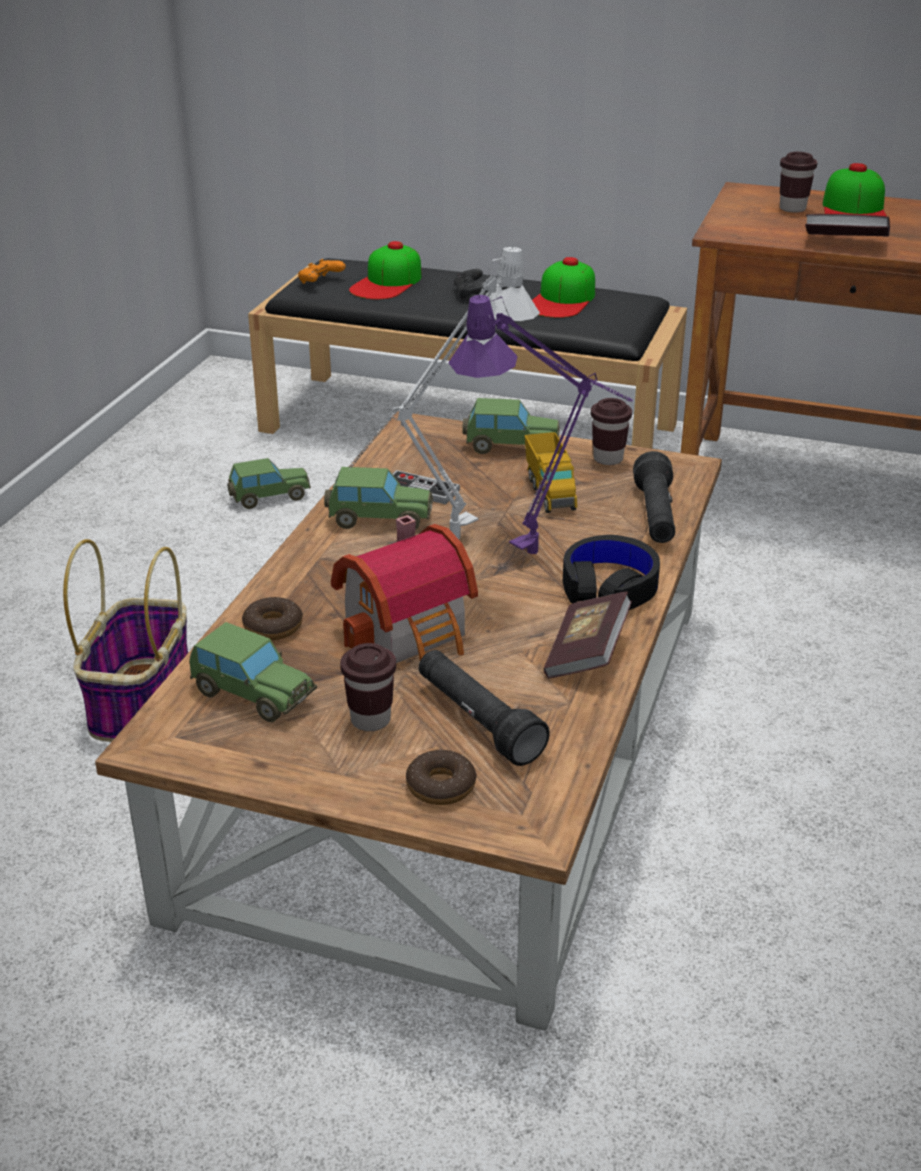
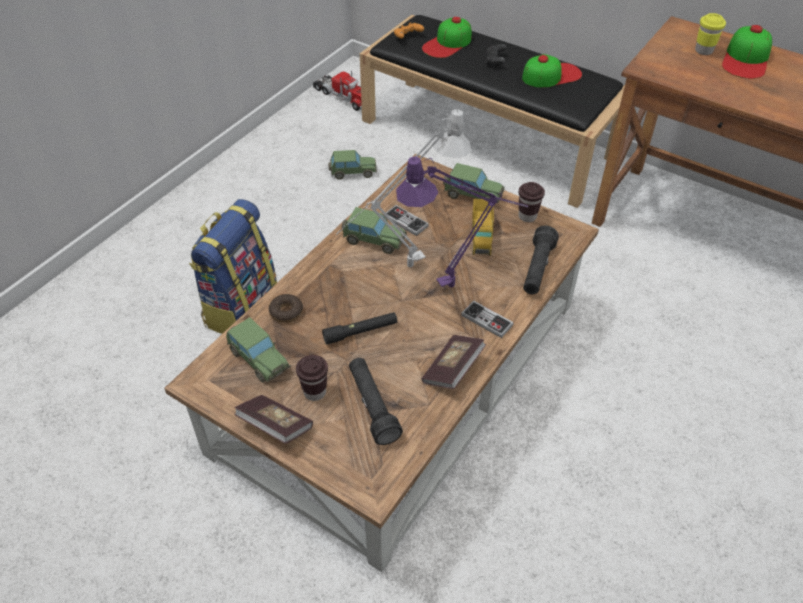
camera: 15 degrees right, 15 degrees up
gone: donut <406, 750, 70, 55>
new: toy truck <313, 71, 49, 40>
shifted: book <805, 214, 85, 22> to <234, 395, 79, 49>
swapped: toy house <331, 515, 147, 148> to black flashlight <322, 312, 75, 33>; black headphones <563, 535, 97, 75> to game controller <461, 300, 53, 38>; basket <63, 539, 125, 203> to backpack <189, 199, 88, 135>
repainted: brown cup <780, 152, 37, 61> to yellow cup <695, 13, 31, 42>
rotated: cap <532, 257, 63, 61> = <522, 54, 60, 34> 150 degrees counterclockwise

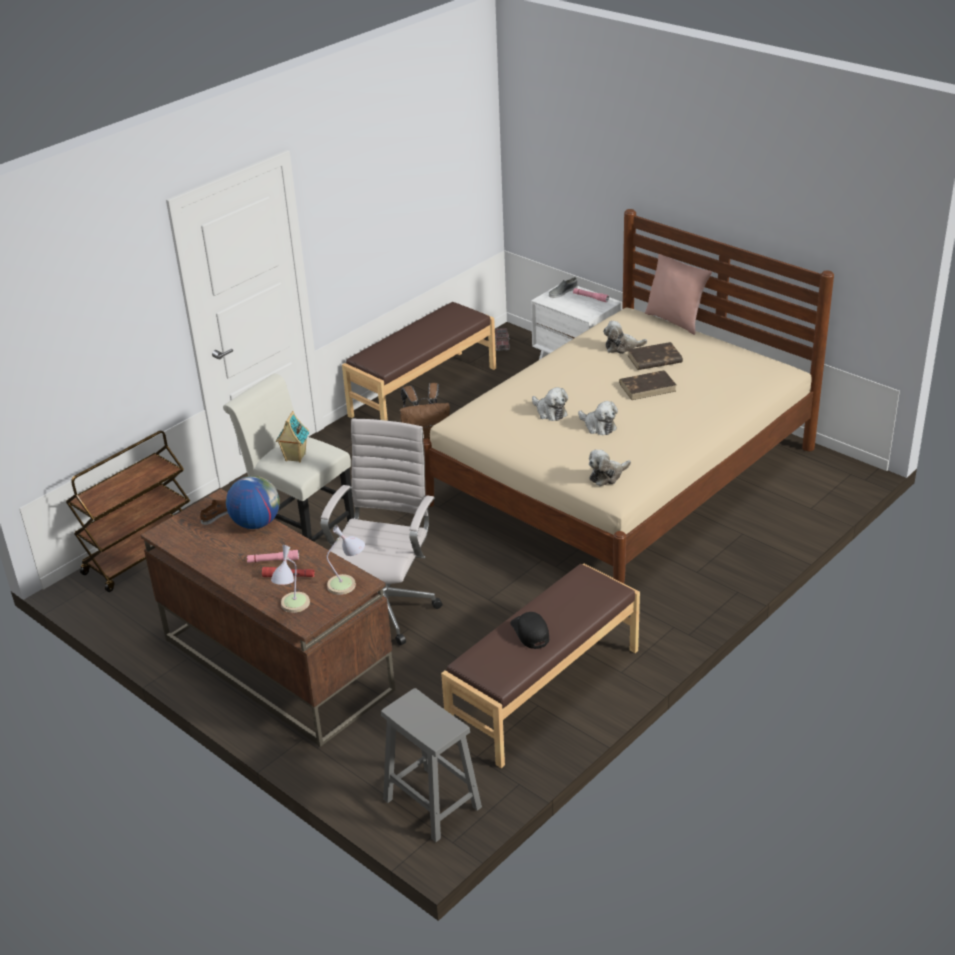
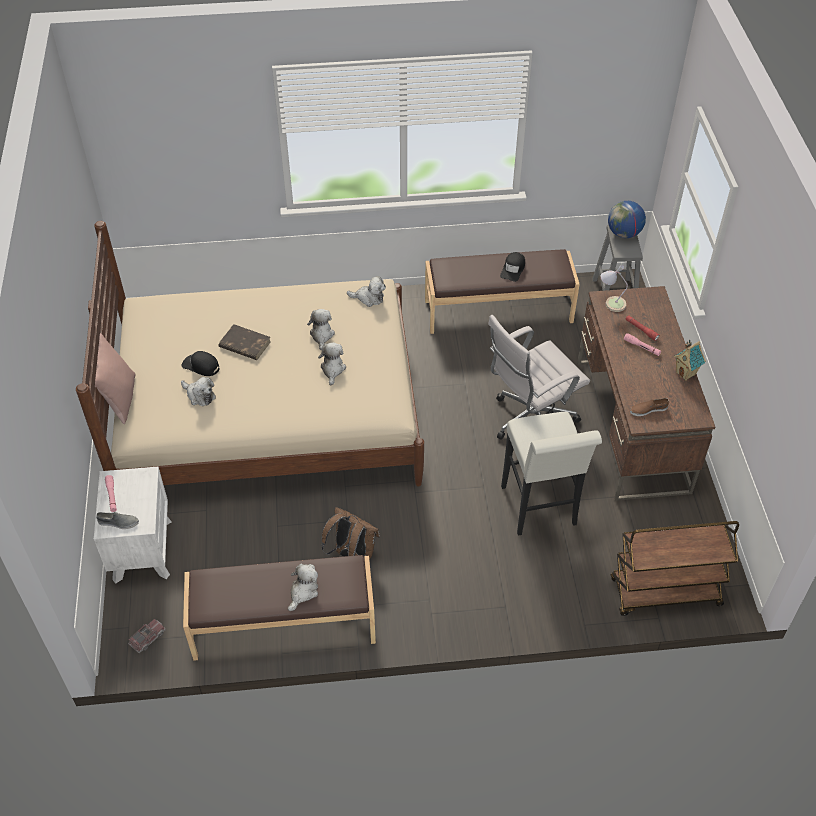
camera: 140 degrees left, 15 degrees up
gone: table lamp <271, 545, 39, 68>
new: plush toy <288, 564, 30, 47>
shifted: toy house <276, 411, 34, 52> to <674, 339, 32, 42>; globe <226, 476, 54, 53> to <608, 201, 38, 37>
swapped: brown book <628, 342, 55, 28> to black cap <182, 351, 38, 25>

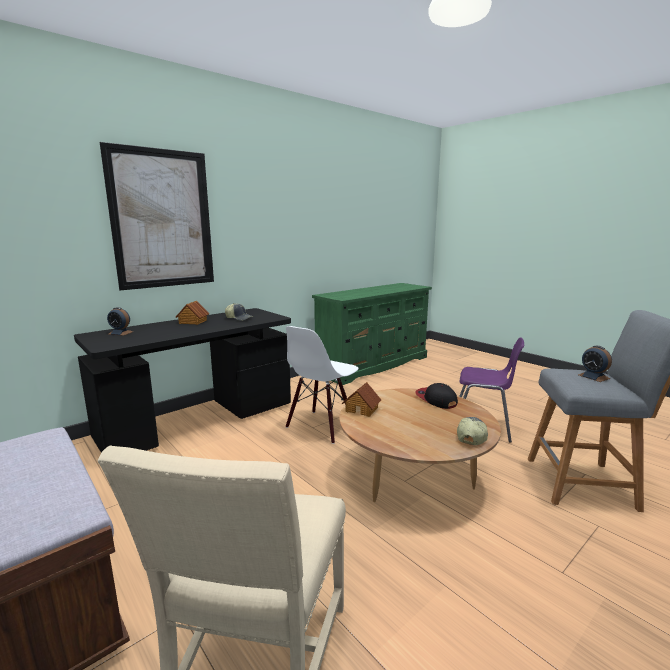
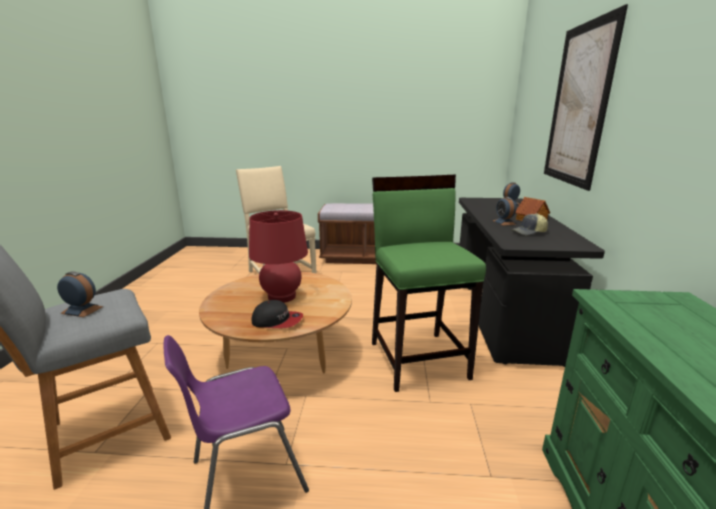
camera: 135 degrees right, 5 degrees up
gone: toy house <342, 382, 39, 35>; cap <457, 417, 31, 28>
new: alarm clock <493, 197, 23, 29>; red table lamp <249, 210, 59, 93>
swapped: white chair <286, 326, 72, 118> to green stool <372, 175, 114, 217>

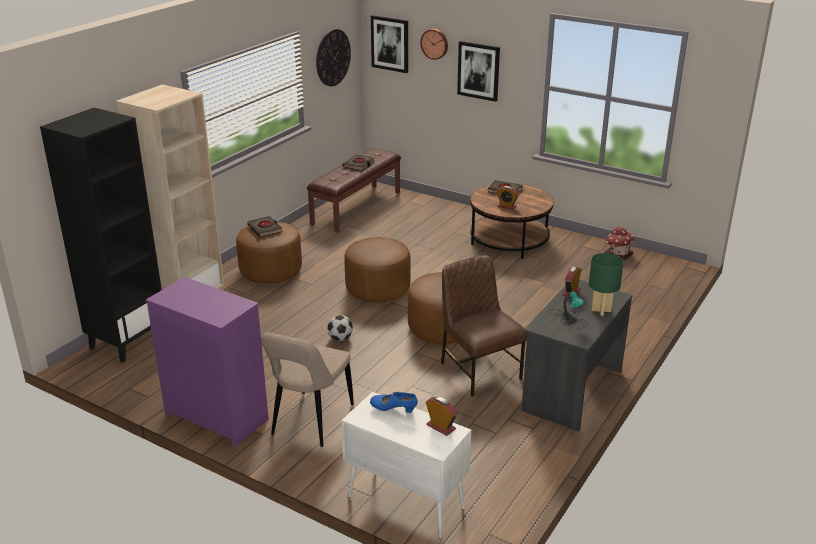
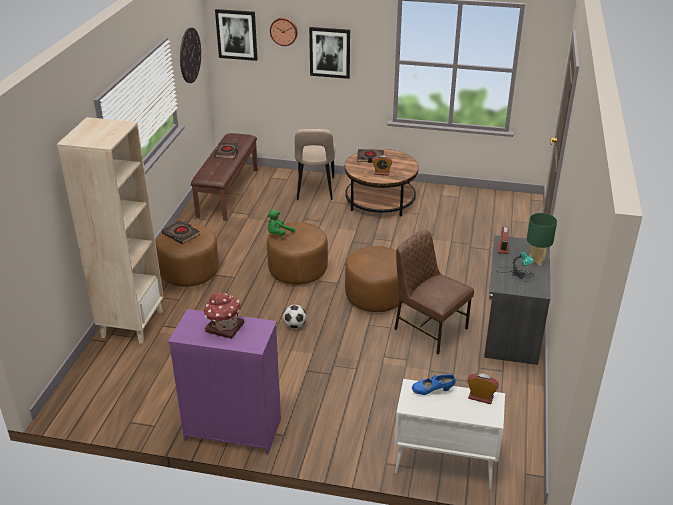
camera: 20 degrees left, 5 degrees up
gone: black bookcase <40, 107, 122, 256>
new: green plush toy <267, 210, 28, 26>
shifted: toy house <604, 227, 30, 34> to <204, 292, 40, 47>; beige chair <261, 332, 93, 115> to <295, 129, 40, 71>

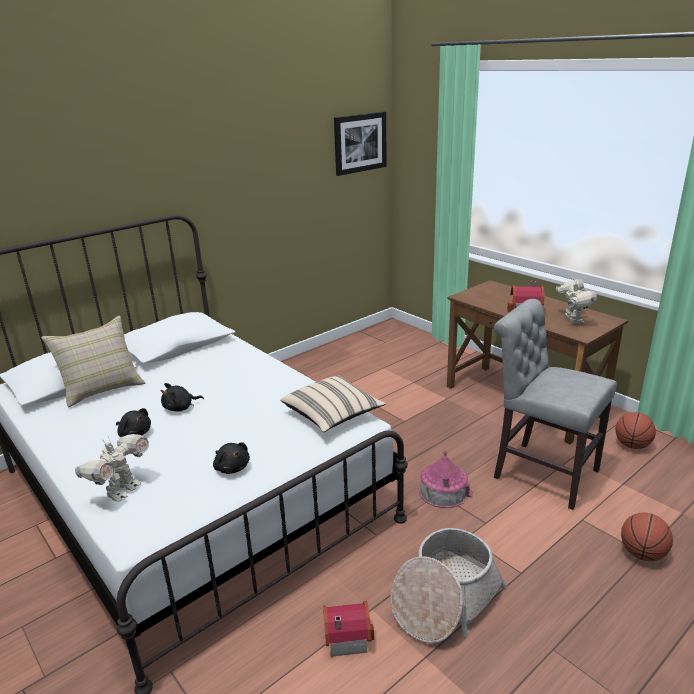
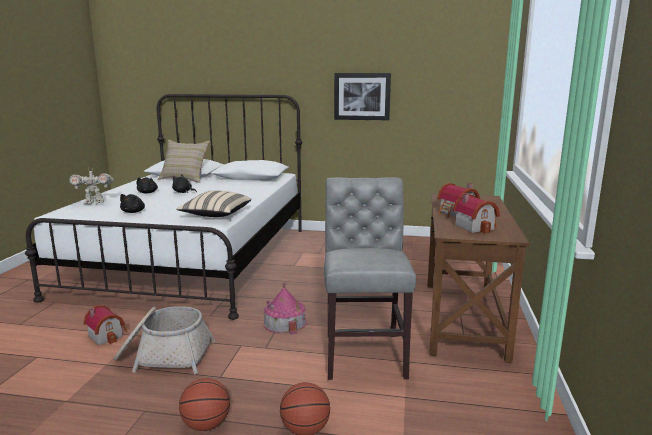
camera: 50 degrees right, 10 degrees down
shifted: picture <334, 112, 53, 64> to <334, 73, 57, 47>; basketball <615, 412, 41, 37> to <179, 378, 51, 53>
swapped: toy robot <556, 279, 41, 45> to toy house <453, 194, 47, 40>

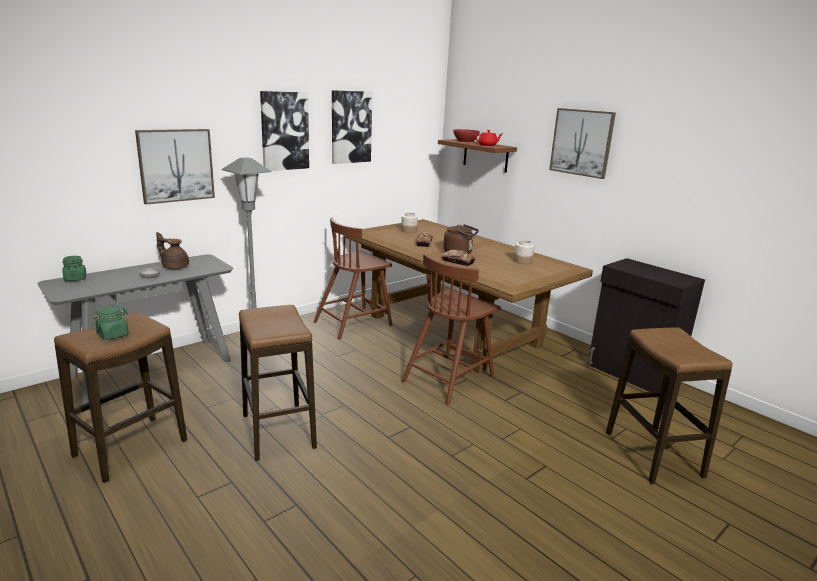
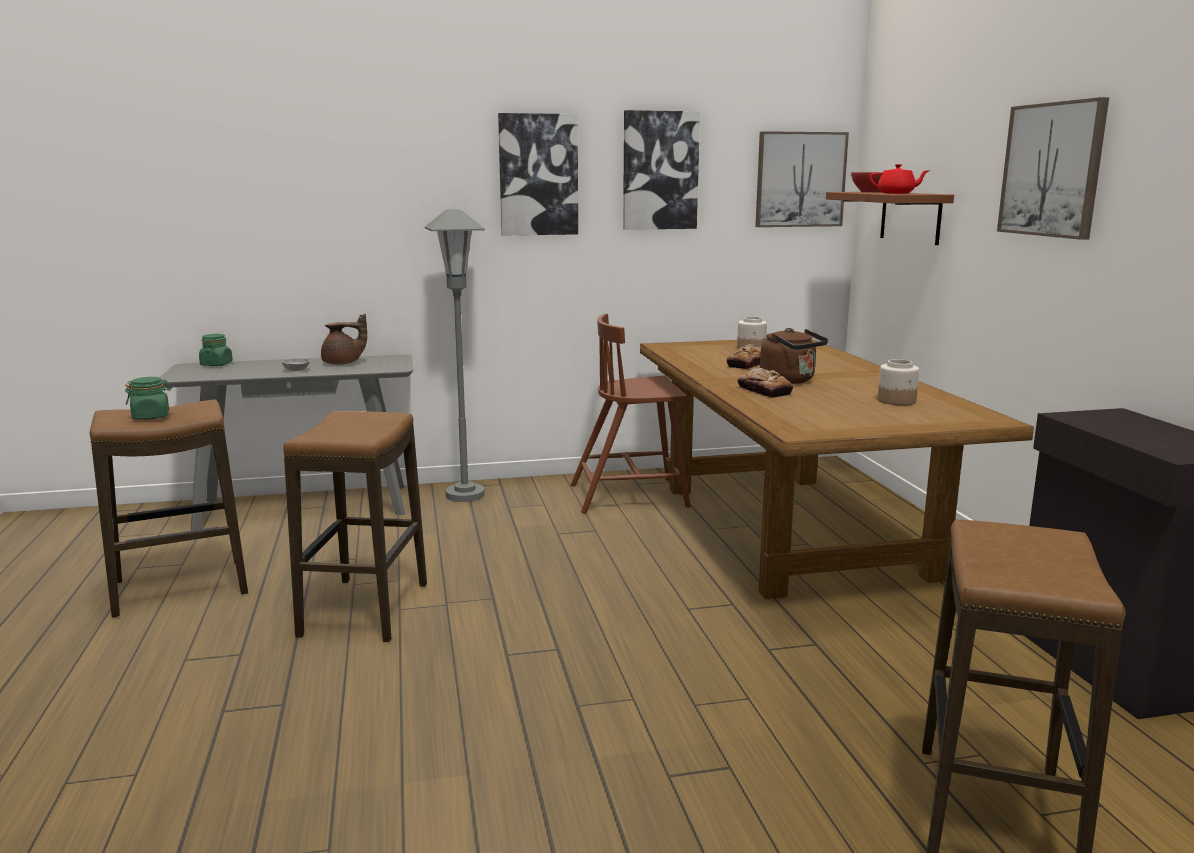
camera: 30 degrees right, 5 degrees down
gone: brown chair <402, 254, 99, 151>
shifted: picture <135, 129, 80, 76> to <755, 131, 94, 96>
rotated: brown teapot <156, 232, 33, 37> = <321, 314, 46, 50> 120 degrees clockwise

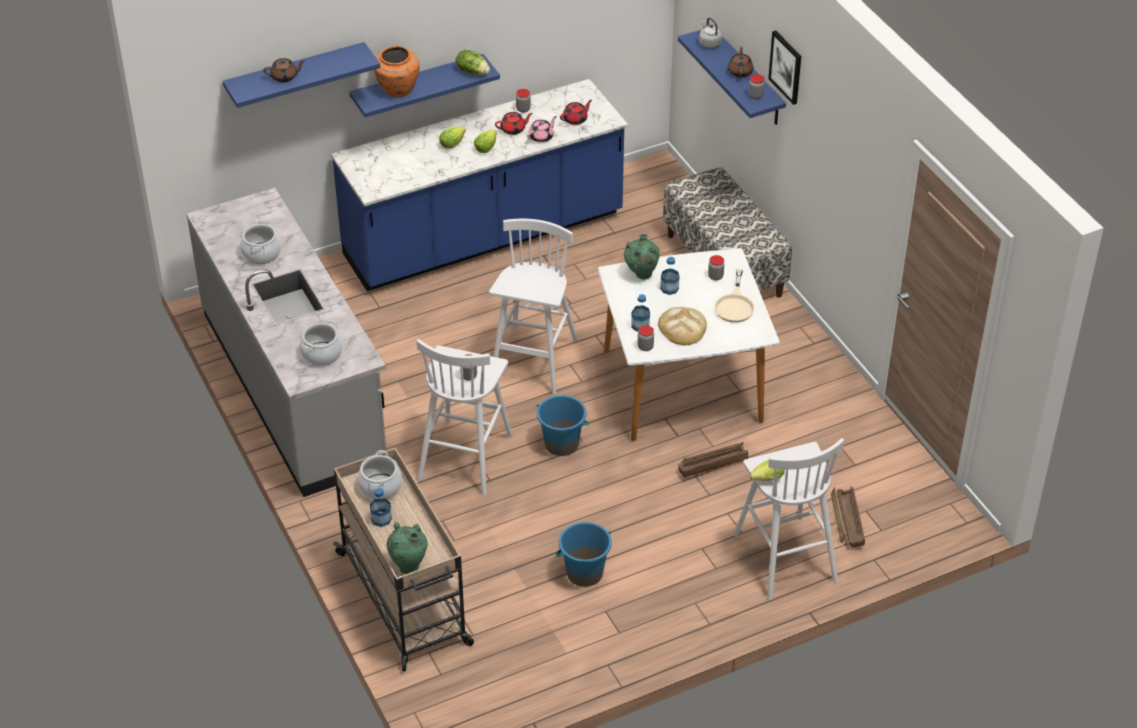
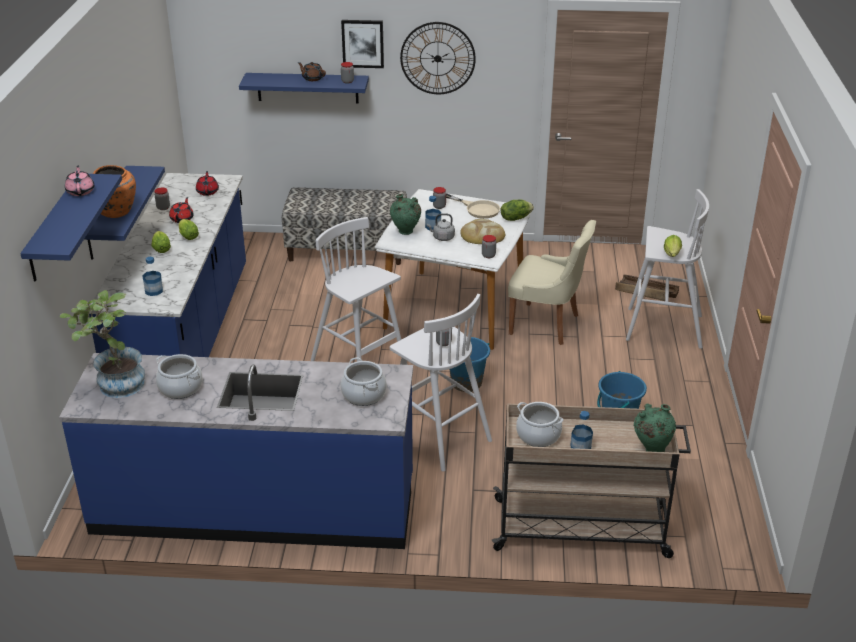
camera: 60 degrees left, 10 degrees down
gone: brown teapot <263, 58, 42, 25>
new: wall clock <400, 22, 76, 72>; potted plant <60, 290, 85, 108>
shifted: grey kettle <699, 17, 23, 31> to <427, 214, 28, 27>; lettuce <456, 50, 34, 25> to <501, 200, 33, 21>; pink teapot <527, 116, 30, 27> to <65, 166, 29, 30>; bottle <631, 294, 19, 38> to <142, 257, 21, 39>
swapped: crate <678, 442, 70, 35> to beige chair <508, 220, 88, 125>
repainted: grey counter <186, 188, 200, 309> to blue counter <59, 353, 354, 196>

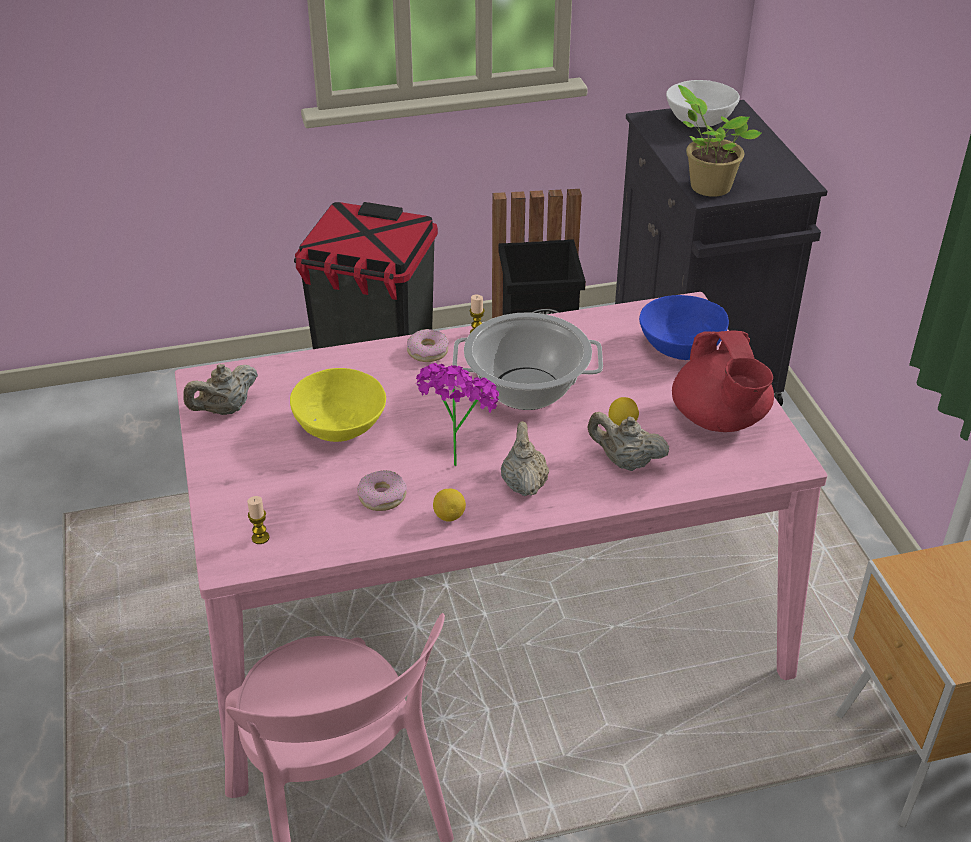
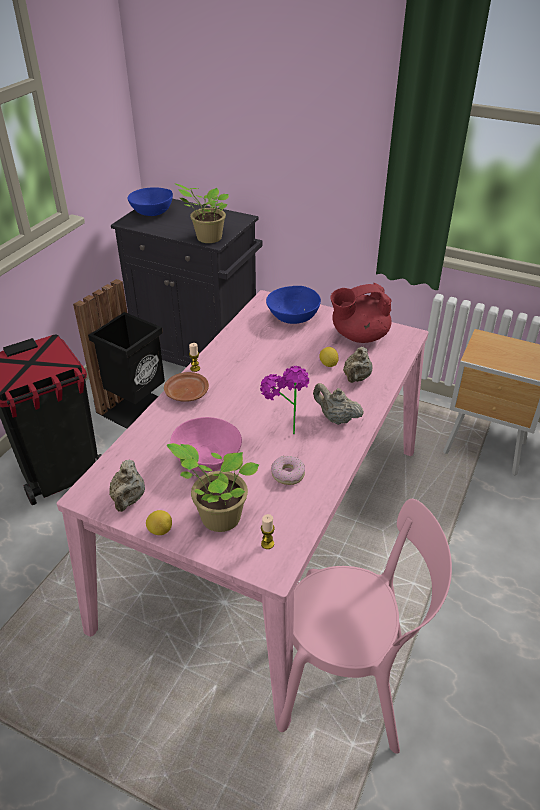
camera: 50 degrees left, 0 degrees up
gone: cooking pot <452, 312, 151, 98>
new: potted plant <167, 443, 92, 89>
shifted: lemon <433, 489, 33, 33> to <146, 510, 26, 25>
swapped: donut <407, 329, 42, 33> to brown plate <164, 372, 45, 30>
repainted: white bowl <666, 80, 74, 47> to blue bowl <127, 187, 46, 29>; yellow bowl <290, 368, 96, 74> to pink bowl <170, 417, 72, 55>
rotated: red teapot <672, 331, 102, 101> = <330, 283, 62, 60> 135 degrees clockwise; beige teapot <588, 412, 81, 59> = <343, 347, 30, 36> 45 degrees counterclockwise

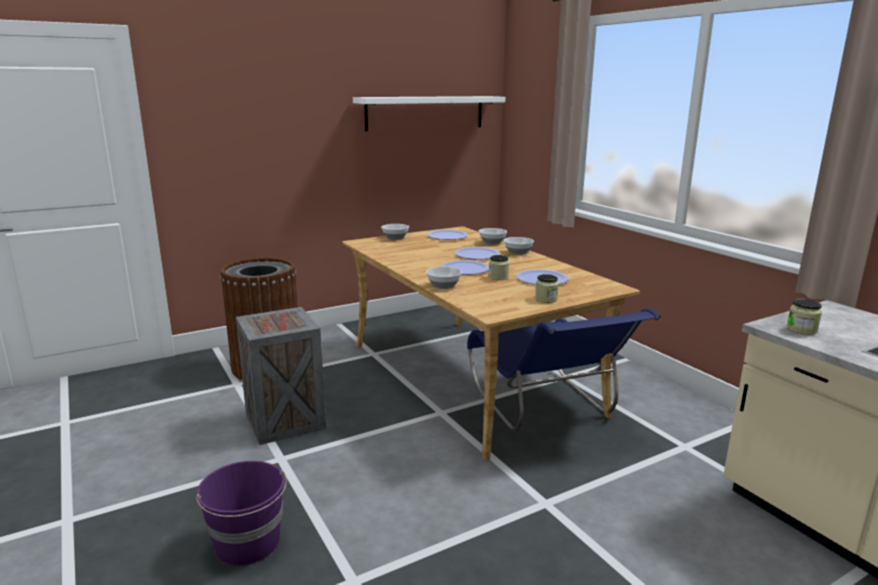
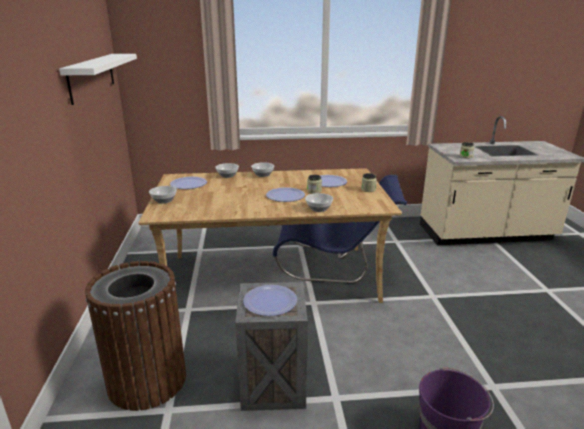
camera: 65 degrees left, 5 degrees up
shifted: plate <454, 247, 46, 13> to <243, 285, 54, 31>

